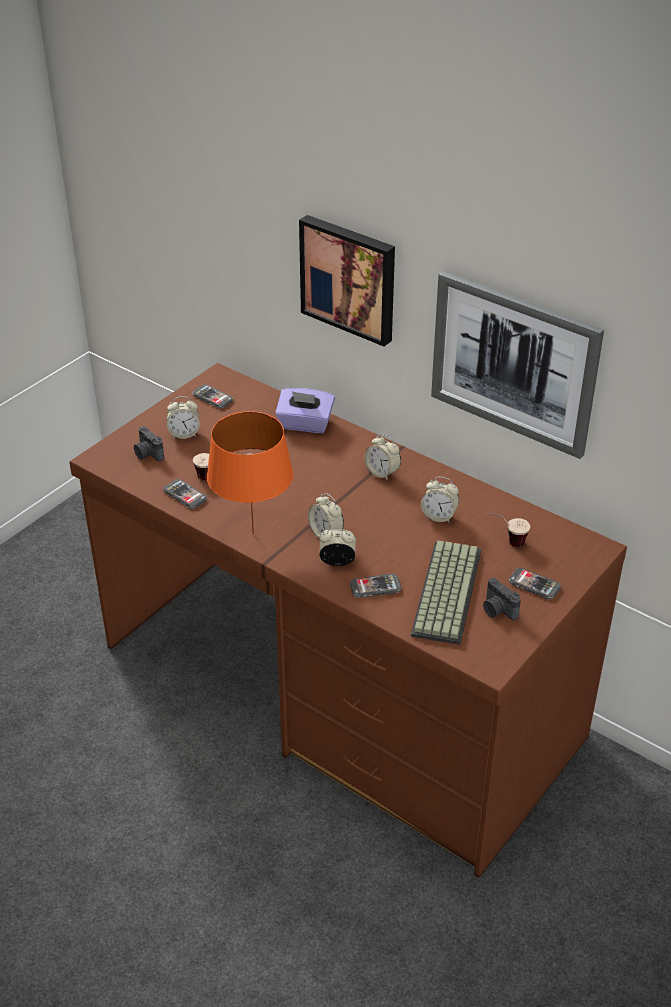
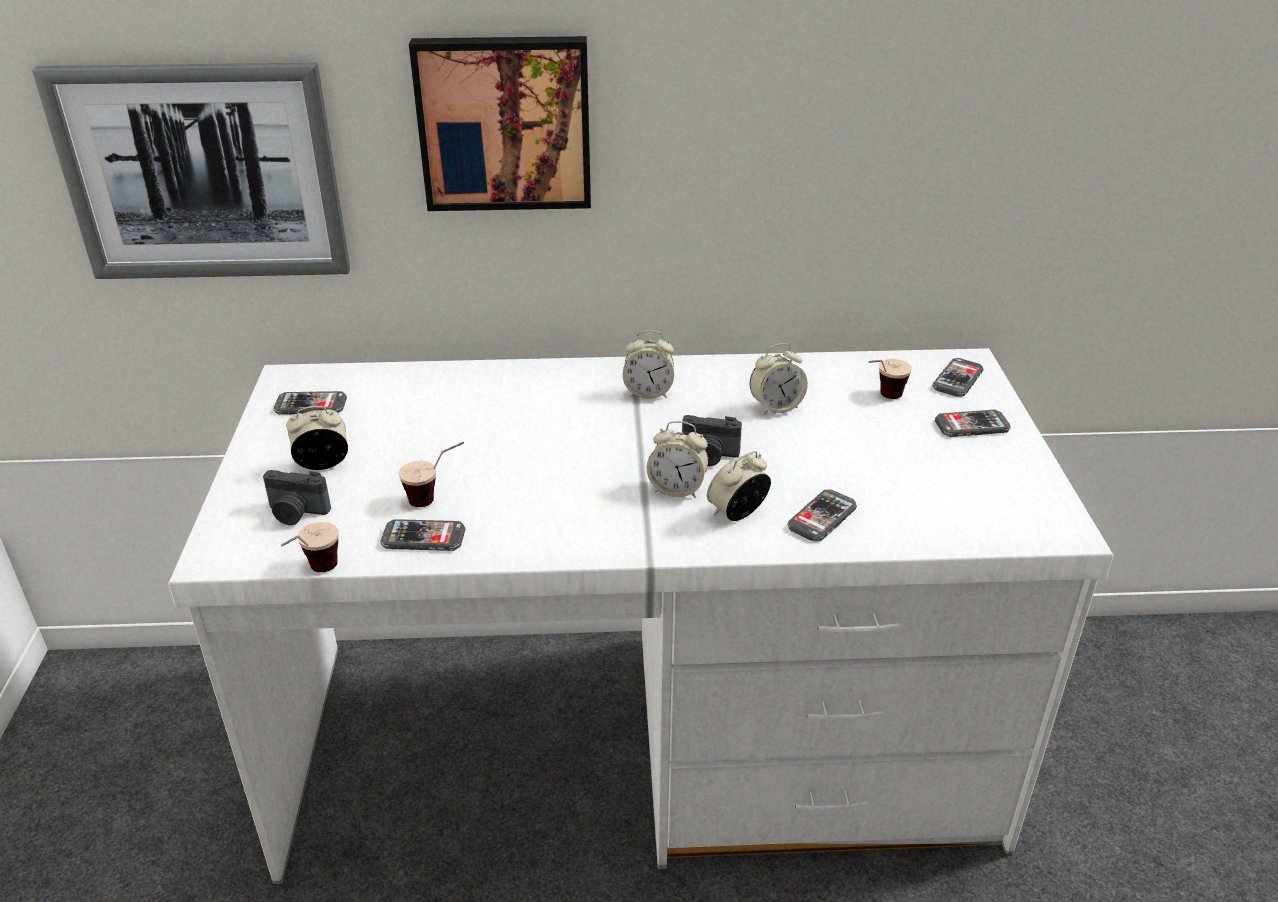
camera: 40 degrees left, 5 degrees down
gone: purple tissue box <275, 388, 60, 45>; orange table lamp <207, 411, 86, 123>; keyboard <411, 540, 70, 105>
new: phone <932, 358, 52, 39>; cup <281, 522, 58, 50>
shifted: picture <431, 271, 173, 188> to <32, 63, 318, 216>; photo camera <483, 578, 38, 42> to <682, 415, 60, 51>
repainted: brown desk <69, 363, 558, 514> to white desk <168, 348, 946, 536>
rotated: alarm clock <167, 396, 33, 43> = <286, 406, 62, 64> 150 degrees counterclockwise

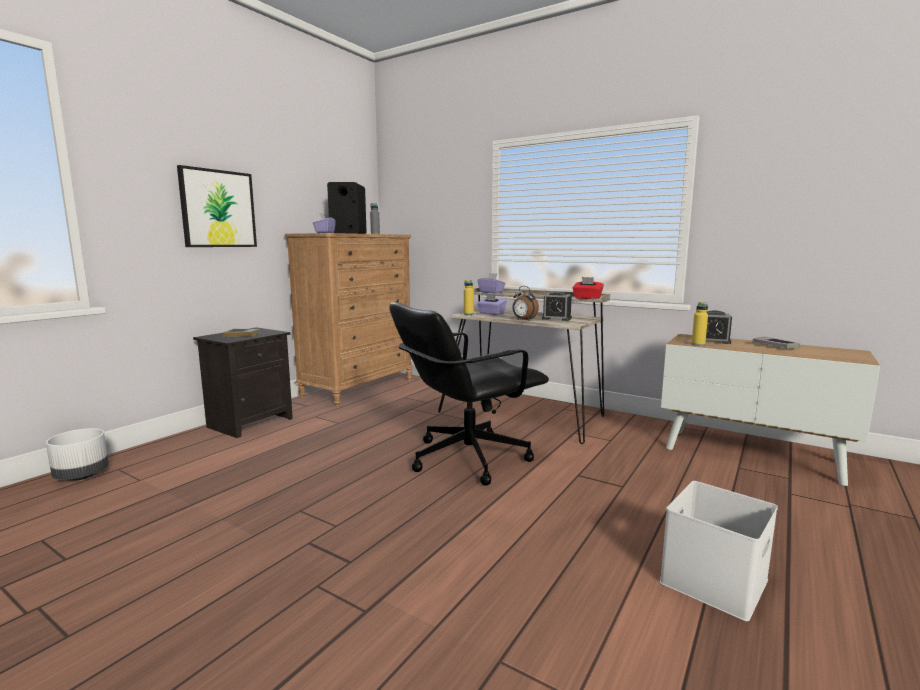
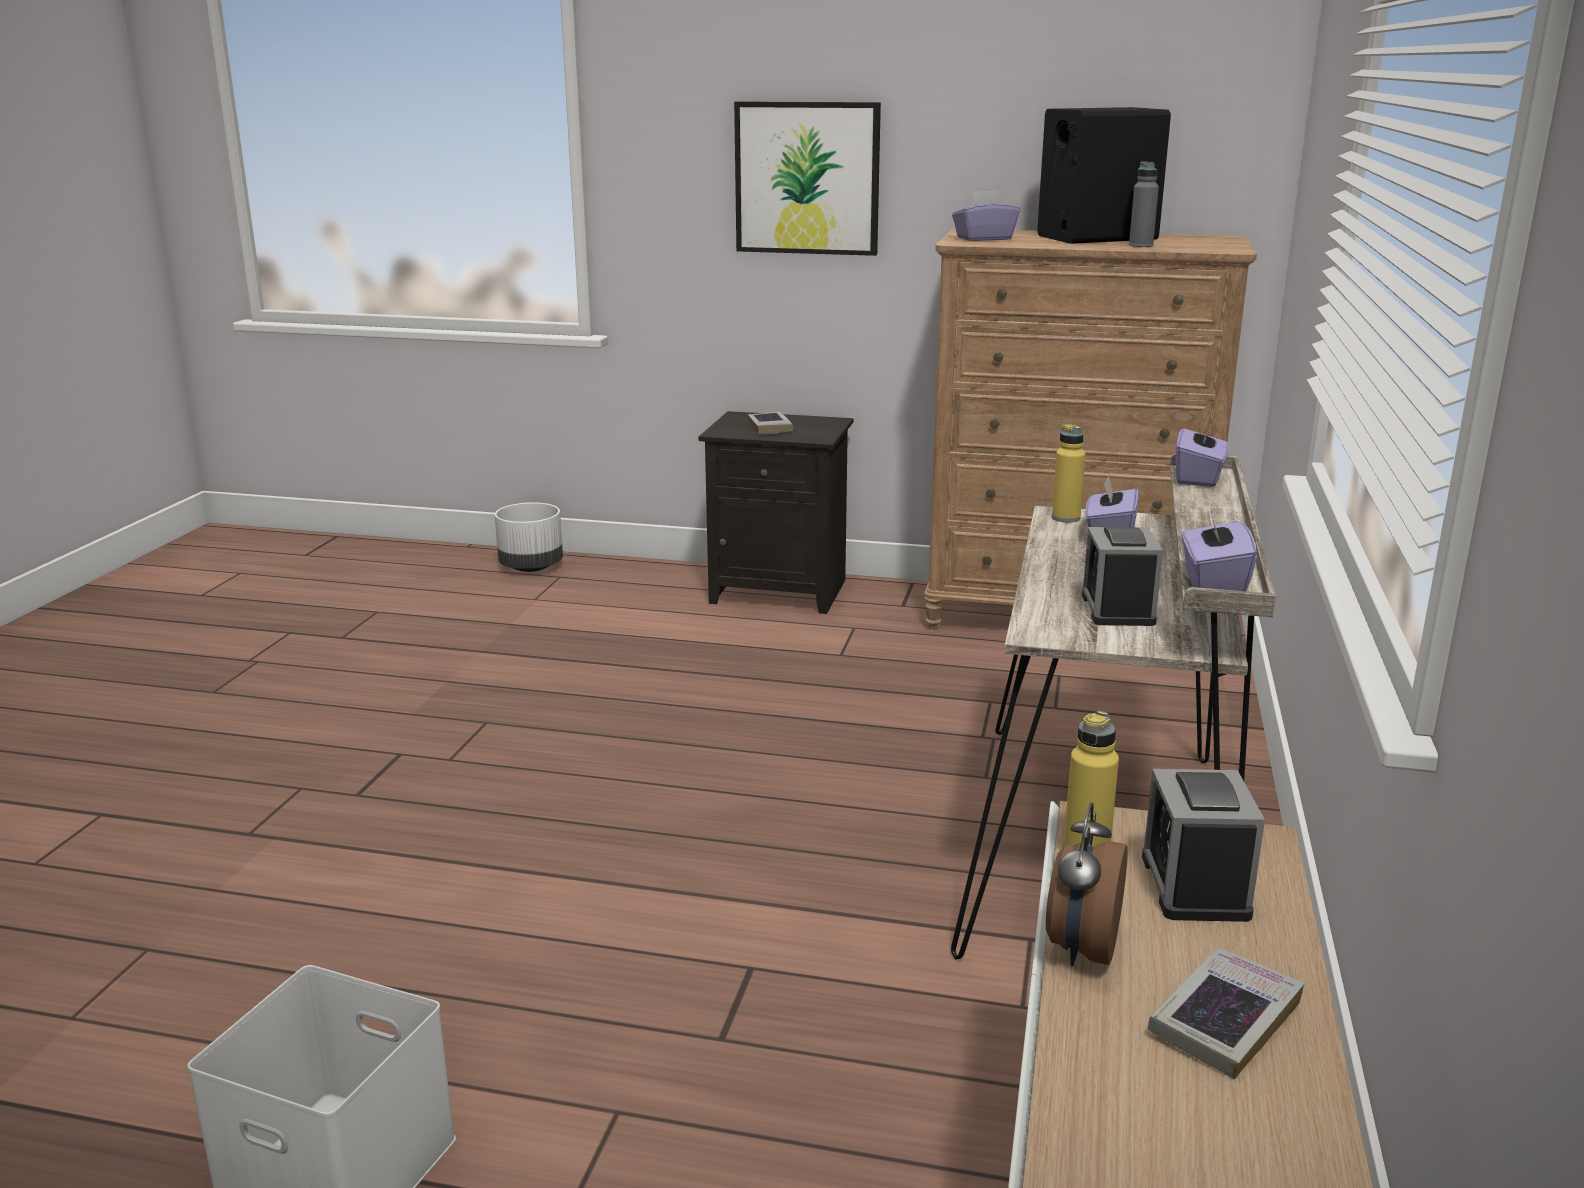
camera: 70 degrees right, 10 degrees up
gone: black office chair <389, 302, 160, 184>
shifted: alarm clock <512, 286, 27, 35> to <1046, 803, 82, 163>
repainted: red tissue box <573, 277, 31, 22> to purple tissue box <1181, 506, 76, 85>

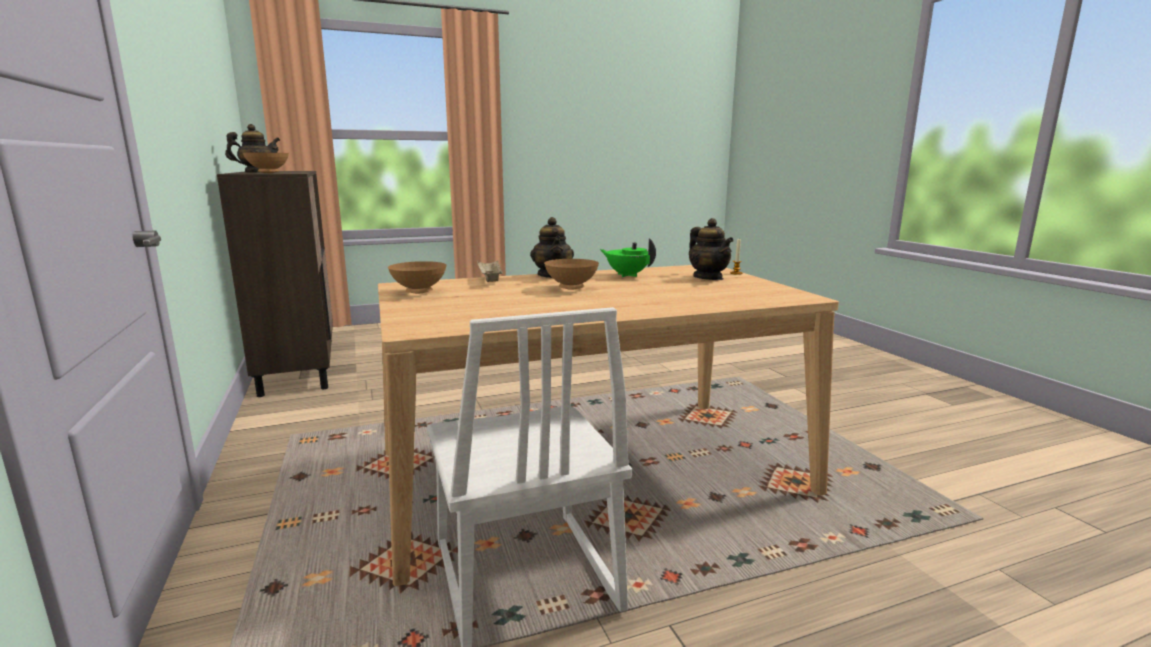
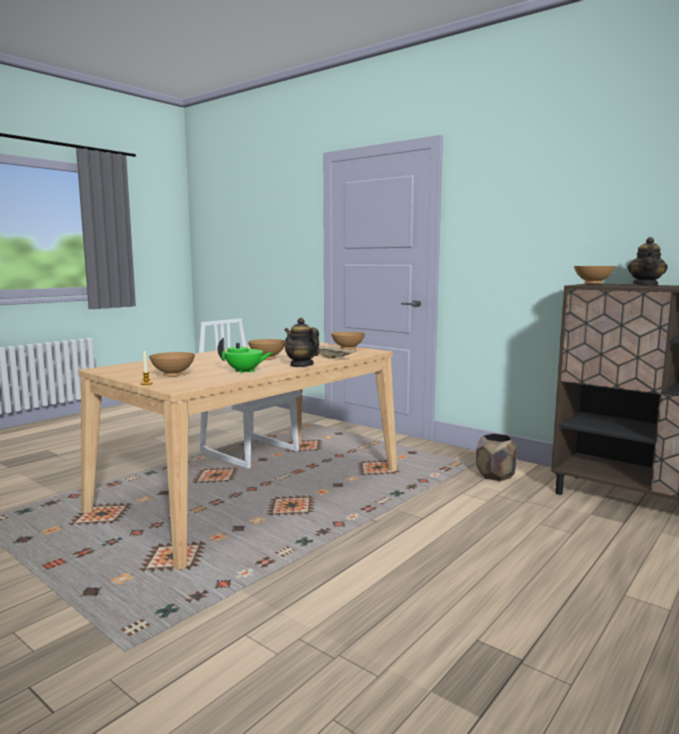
camera: 150 degrees right, 5 degrees down
new: brown planter <476, 433, 41, 48>
swapped: teapot <689, 218, 45, 62> to brown bowl <149, 352, 46, 25>

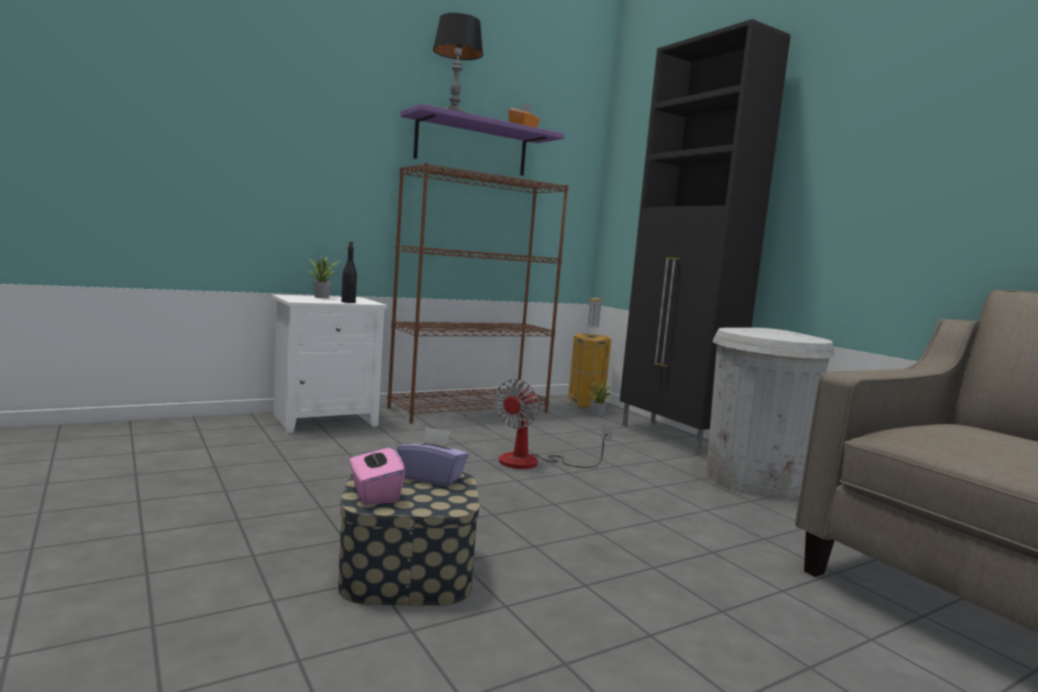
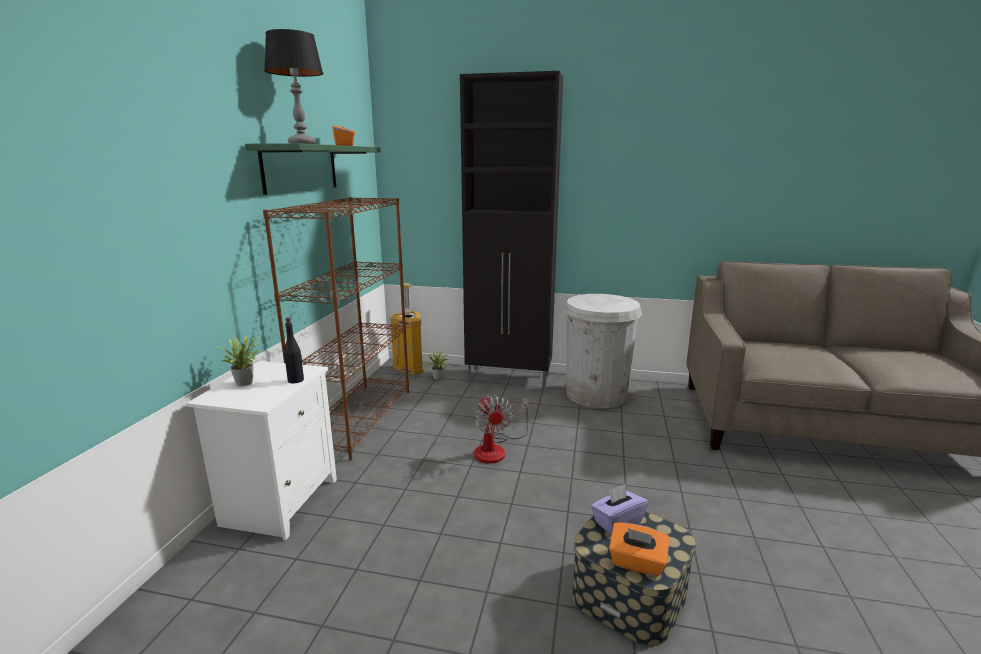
camera: 45 degrees left, 10 degrees up
repainted: purple shelf <400, 104, 165, 72> to green shelf <245, 143, 136, 52>; pink tissue box <350, 441, 55, 64> to orange tissue box <609, 522, 61, 55>

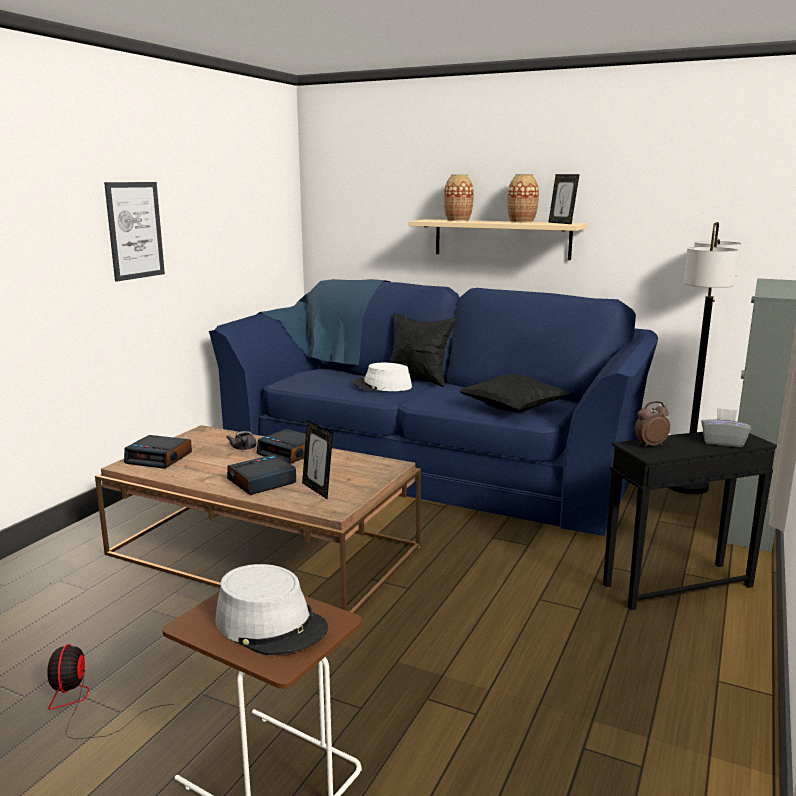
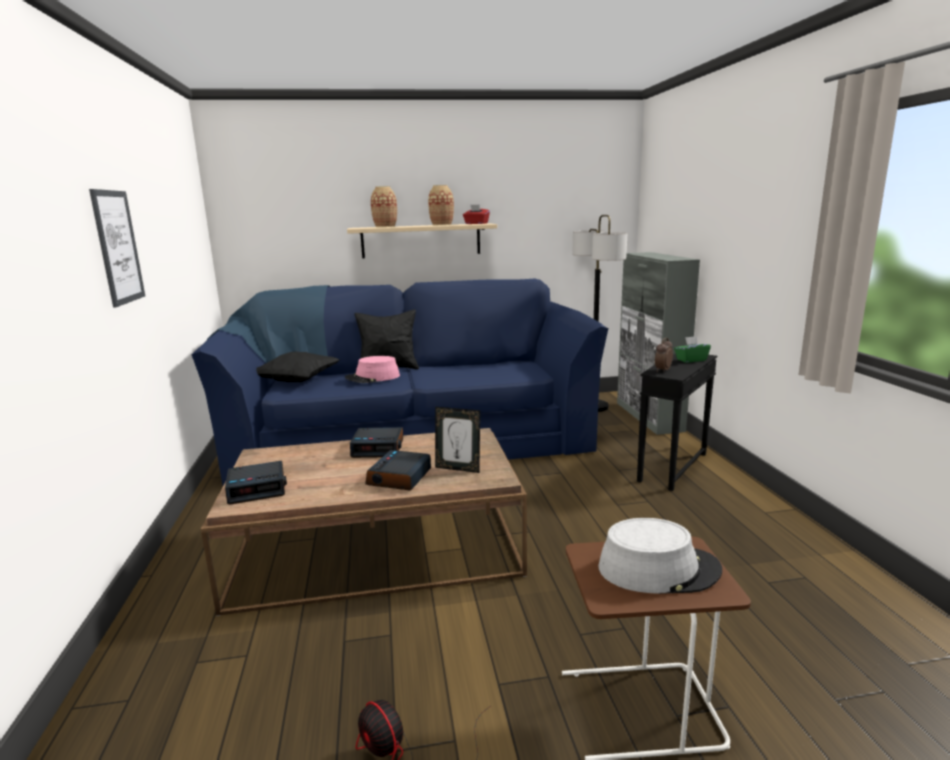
camera: 35 degrees left, 0 degrees up
gone: grey teapot <226, 431, 31, 19>
shifted: black pillow <459, 374, 111, 38> to <256, 351, 84, 31>
swapped: picture frame <548, 174, 31, 50> to red tissue box <463, 205, 27, 19>
repainted: white hat <353, 363, 59, 28> to pink hat <345, 356, 55, 27>; grey tissue box <701, 408, 50, 39> to green tissue box <674, 336, 37, 27>

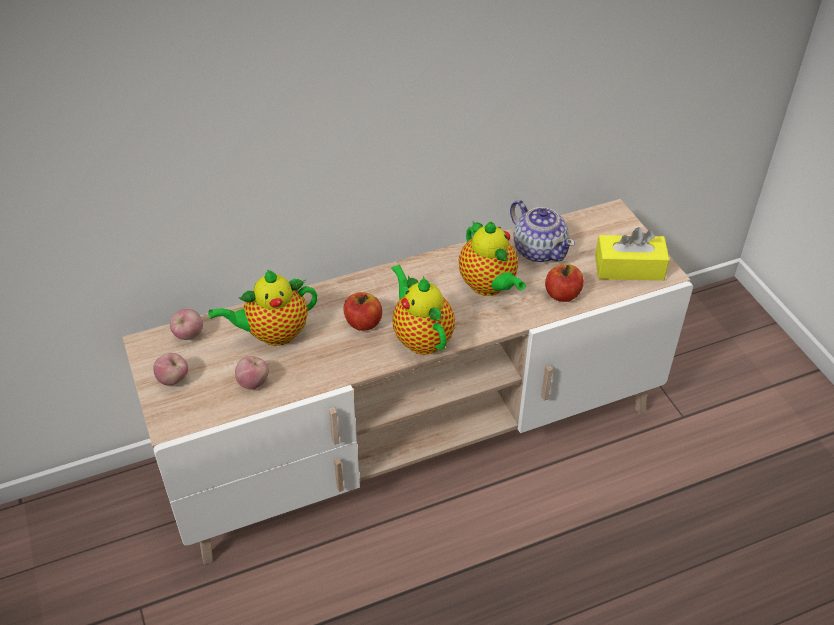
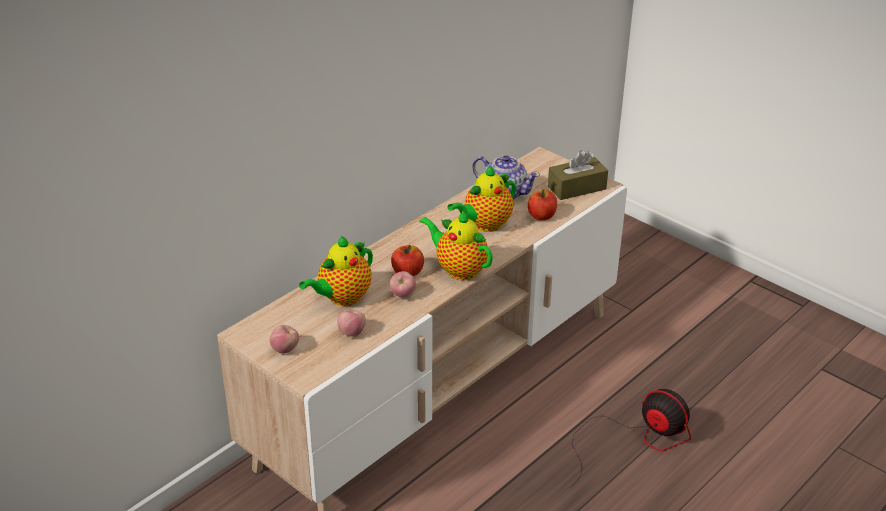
camera: 25 degrees left, 10 degrees down
new: fan <570, 389, 121, 99>
shifted: apple <170, 309, 33, 31> to <390, 271, 26, 27>
repainted: yellow tissue box <595, 227, 74, 54> to brown tissue box <548, 150, 60, 50>
rotated: teapot <459, 221, 67, 75> = <448, 166, 68, 66> 105 degrees clockwise

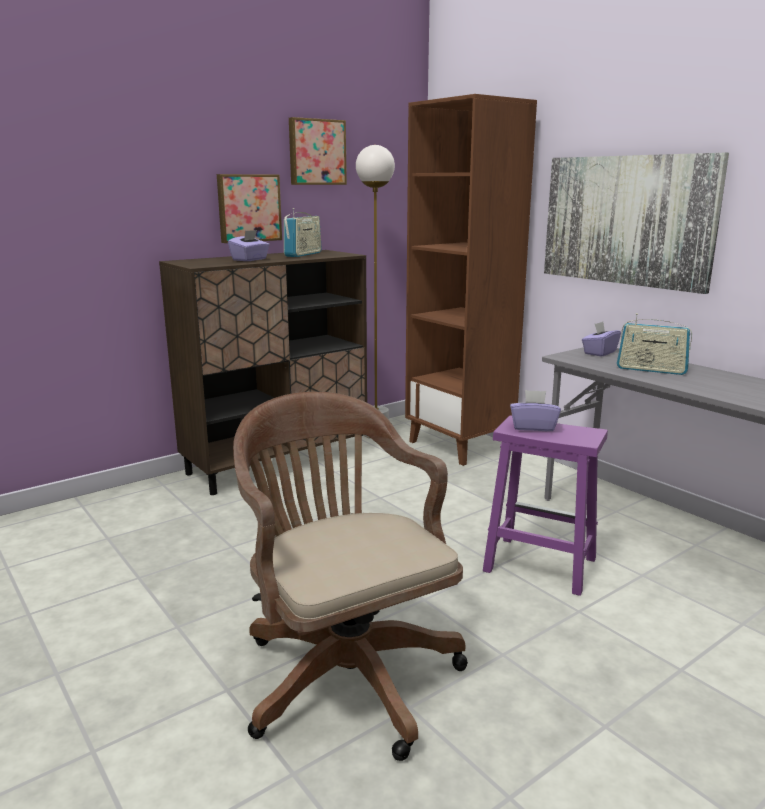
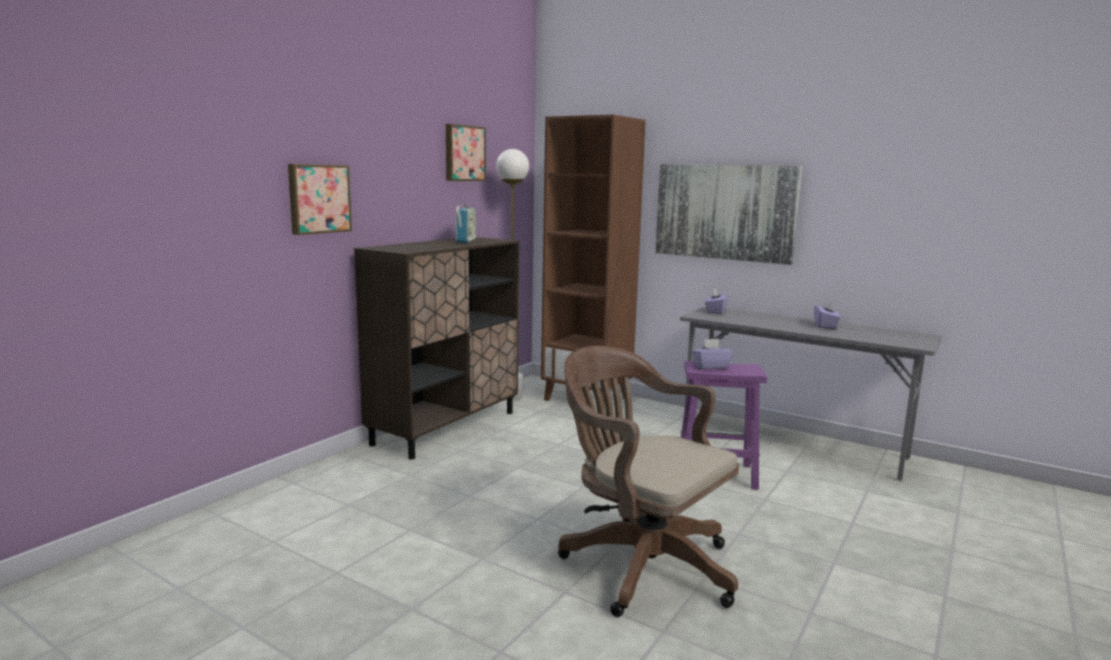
camera: 20 degrees left, 5 degrees down
gone: radio <617, 313, 75, 62>
shifted: picture <217, 174, 65, 69> to <288, 164, 64, 71>; purple tissue box <228, 230, 41, 31> to <814, 302, 26, 27>

